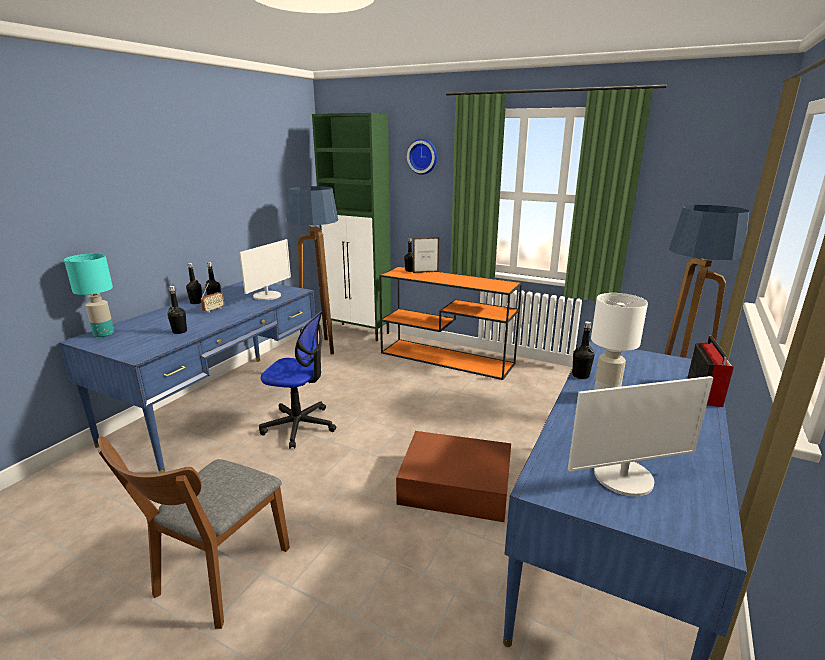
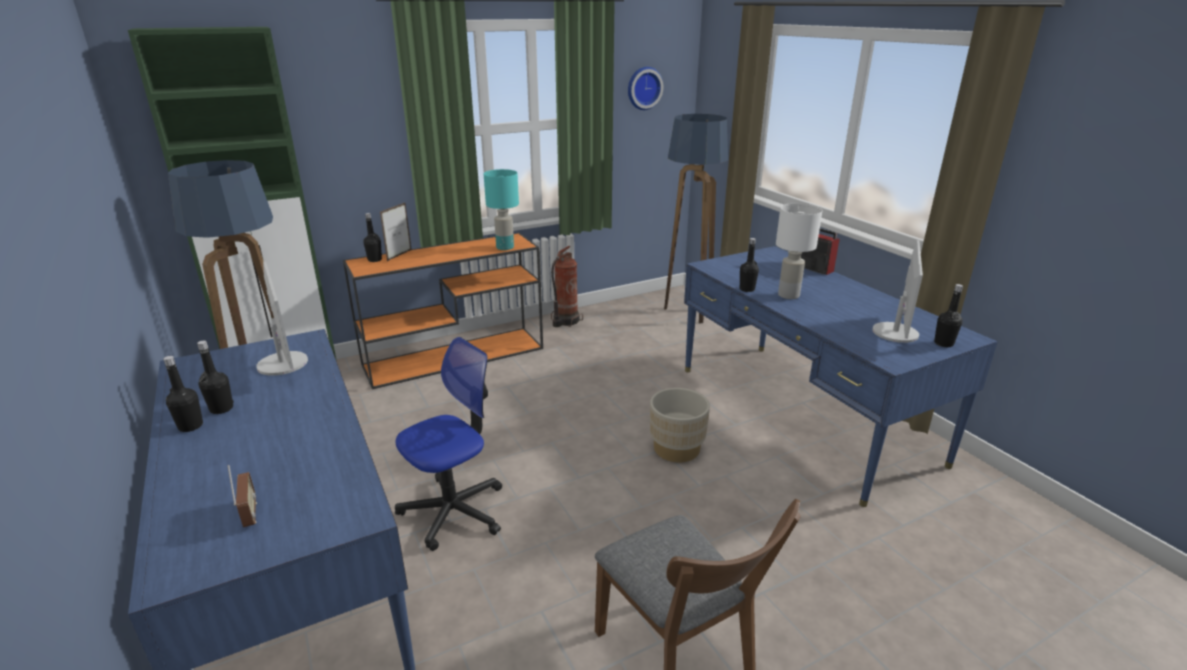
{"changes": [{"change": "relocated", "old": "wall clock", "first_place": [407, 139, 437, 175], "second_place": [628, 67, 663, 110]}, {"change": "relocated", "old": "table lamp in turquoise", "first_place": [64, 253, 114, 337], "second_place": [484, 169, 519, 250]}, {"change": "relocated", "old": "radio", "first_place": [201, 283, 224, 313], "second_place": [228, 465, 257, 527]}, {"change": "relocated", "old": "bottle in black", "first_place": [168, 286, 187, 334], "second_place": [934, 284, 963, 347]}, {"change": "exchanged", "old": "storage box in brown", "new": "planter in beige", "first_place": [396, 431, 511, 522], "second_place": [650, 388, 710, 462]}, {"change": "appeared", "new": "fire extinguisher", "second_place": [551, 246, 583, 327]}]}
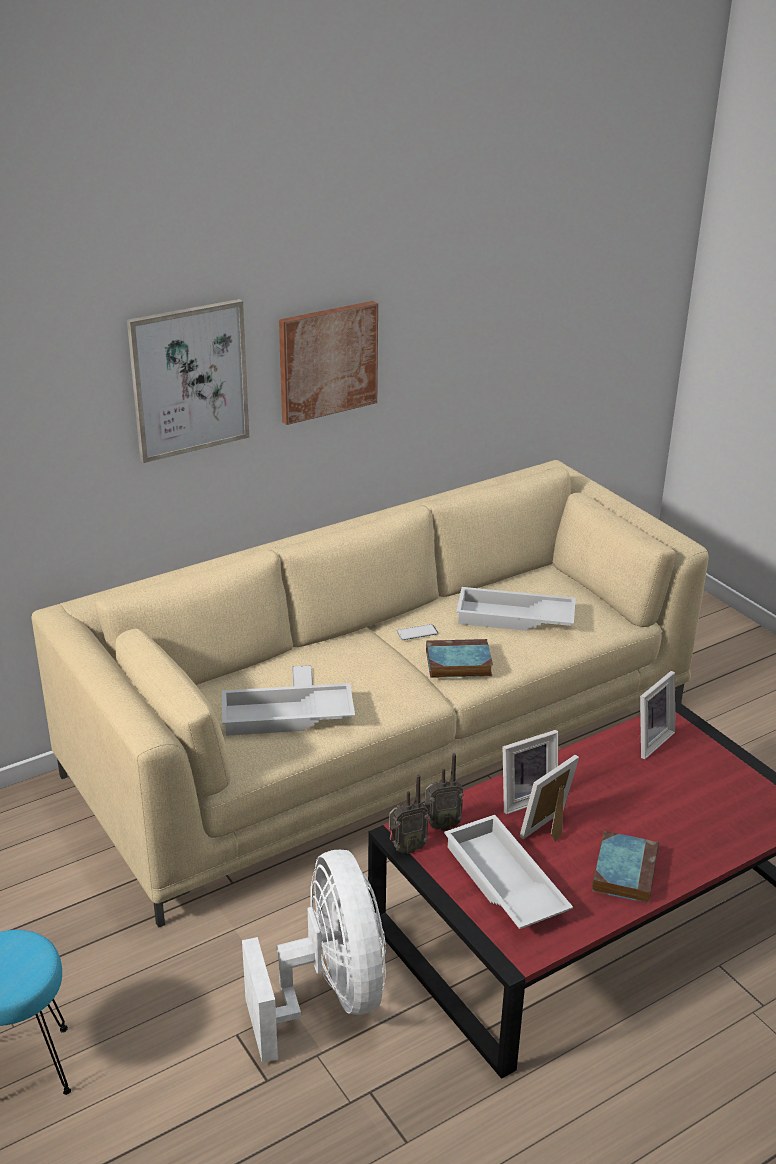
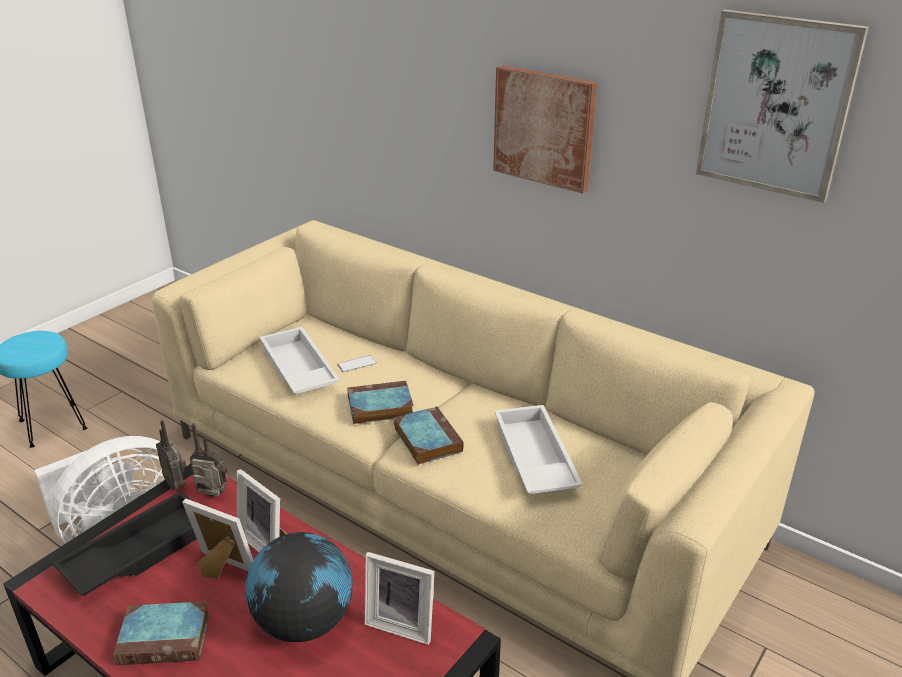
{"changes": [{"change": "relocated", "old": "picture", "first_place": [127, 299, 249, 463], "second_place": [696, 10, 869, 203]}, {"change": "missing", "old": "phone", "first_place": [397, 624, 438, 640]}, {"change": "spun", "old": "radio", "first_place": [425, 753, 464, 831], "second_place": [190, 424, 229, 496], "degrees": 135}, {"change": "colour", "old": "tray in white", "new": "tray in black", "first_place": [444, 815, 573, 929], "second_place": [52, 491, 197, 596]}, {"change": "appeared", "new": "book", "second_place": [347, 381, 414, 424]}, {"change": "appeared", "new": "globe", "second_place": [245, 532, 353, 642]}]}
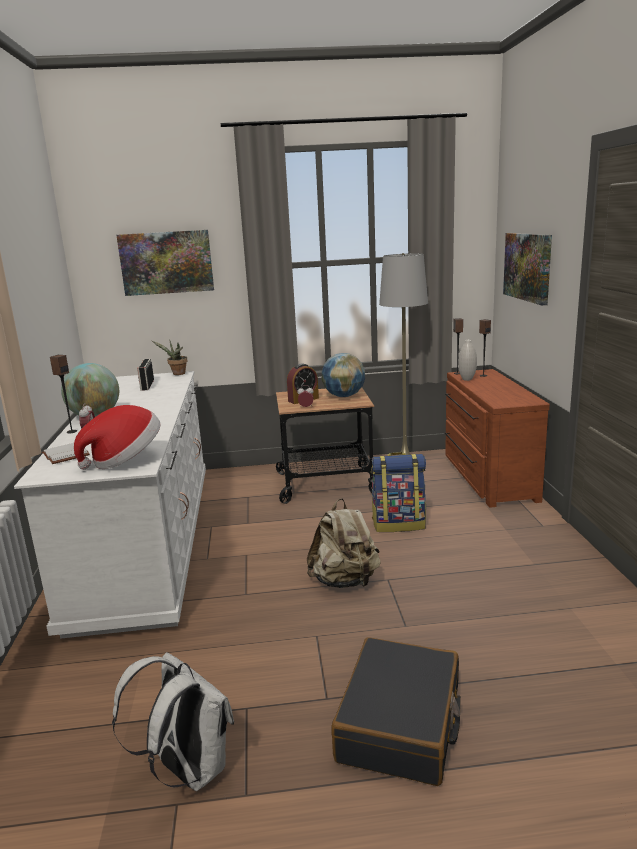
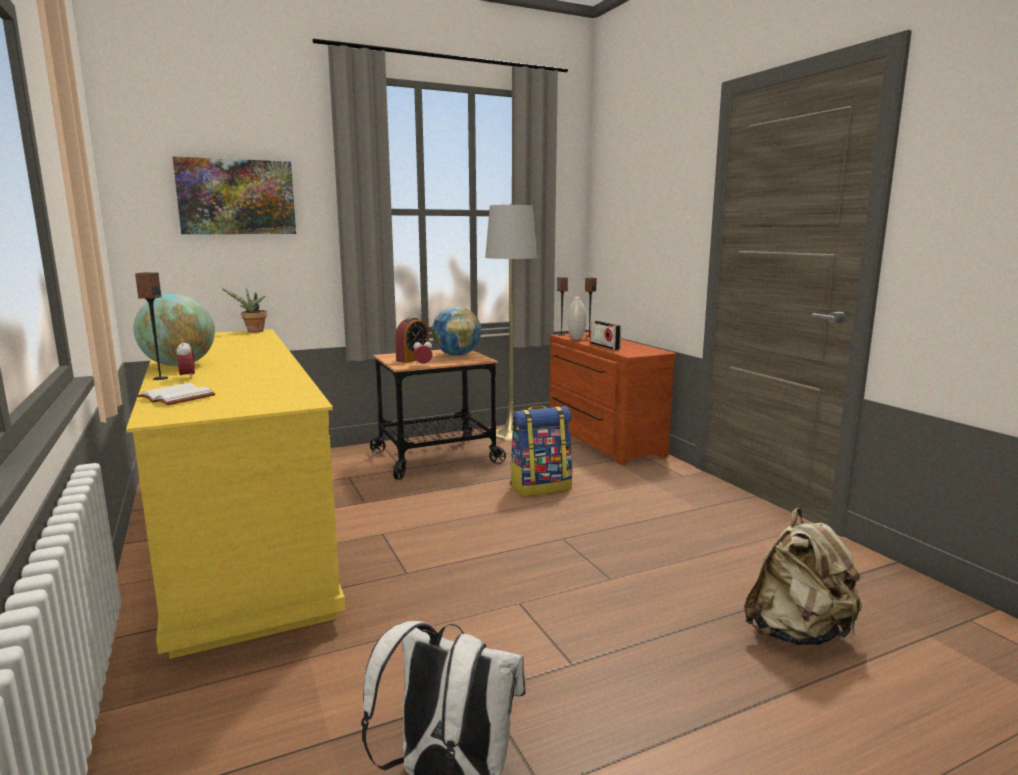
{"changes": [{"change": "missing", "old": "picture", "first_place": [503, 233, 552, 305]}, {"change": "relocated", "old": "radio", "first_place": [137, 359, 154, 391], "second_place": [590, 320, 621, 350]}, {"change": "colour", "old": "dresser in white", "new": "dresser in yellow", "first_place": [14, 371, 206, 639], "second_place": [126, 329, 346, 659]}, {"change": "missing", "old": "hat", "first_place": [74, 405, 160, 470]}, {"change": "relocated", "old": "backpack in beige", "first_place": [307, 498, 381, 588], "second_place": [744, 508, 863, 645]}, {"change": "missing", "old": "suitcase in black", "first_place": [331, 637, 461, 786]}]}
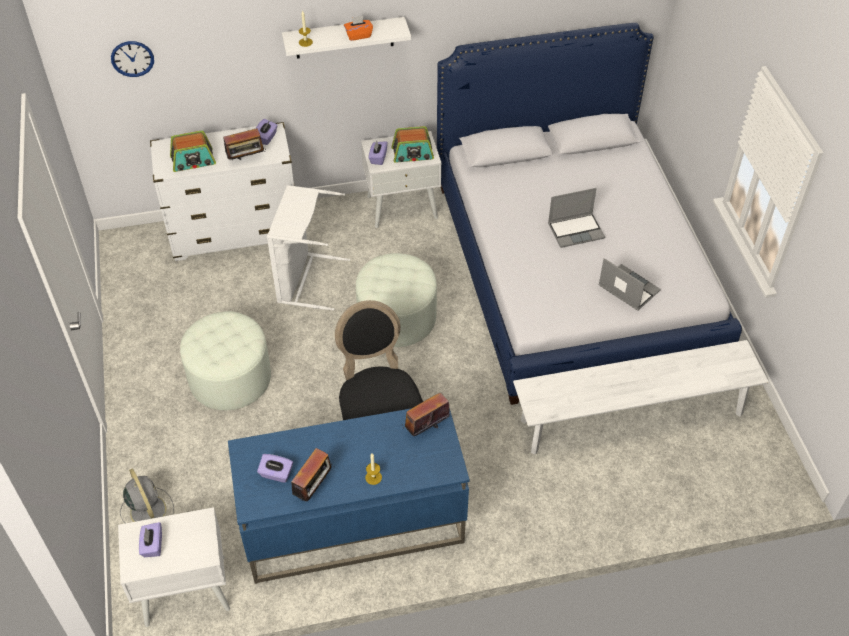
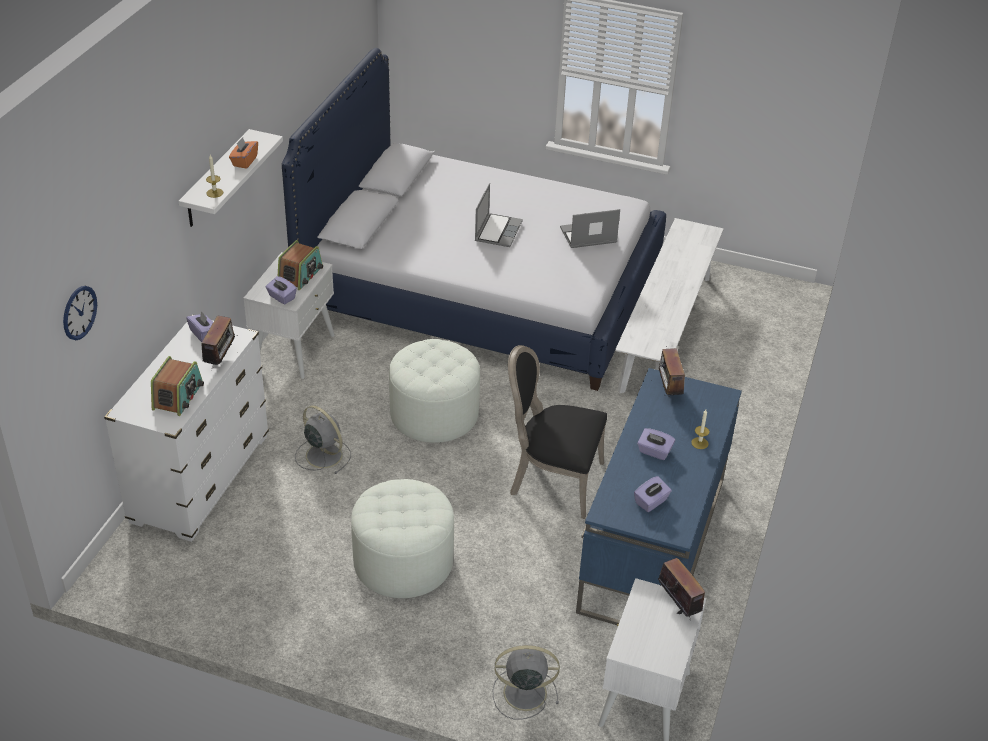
{"changes": [{"change": "exchanged", "old": "laundry basket in white", "new": "fan in grey", "first_place": [267, 185, 350, 311], "second_place": [295, 405, 351, 474]}, {"change": "relocated", "old": "radio", "first_place": [291, 448, 333, 501], "second_place": [658, 558, 705, 617]}, {"change": "relocated", "old": "tissue box in purple", "first_place": [139, 522, 162, 557], "second_place": [637, 428, 675, 460]}]}
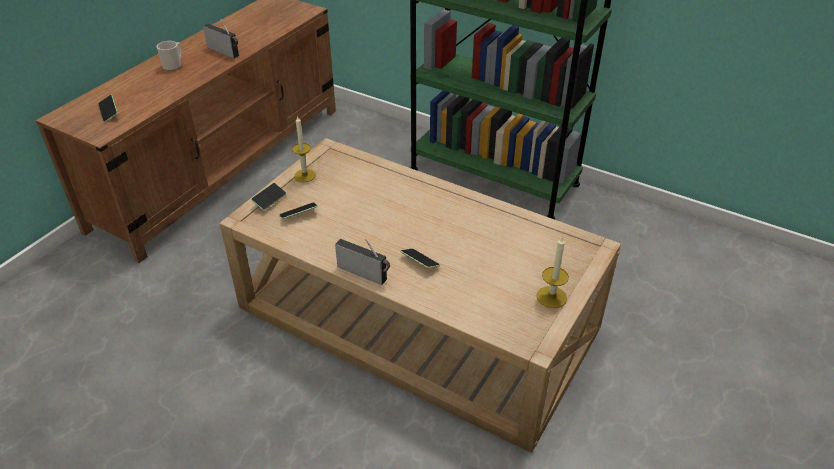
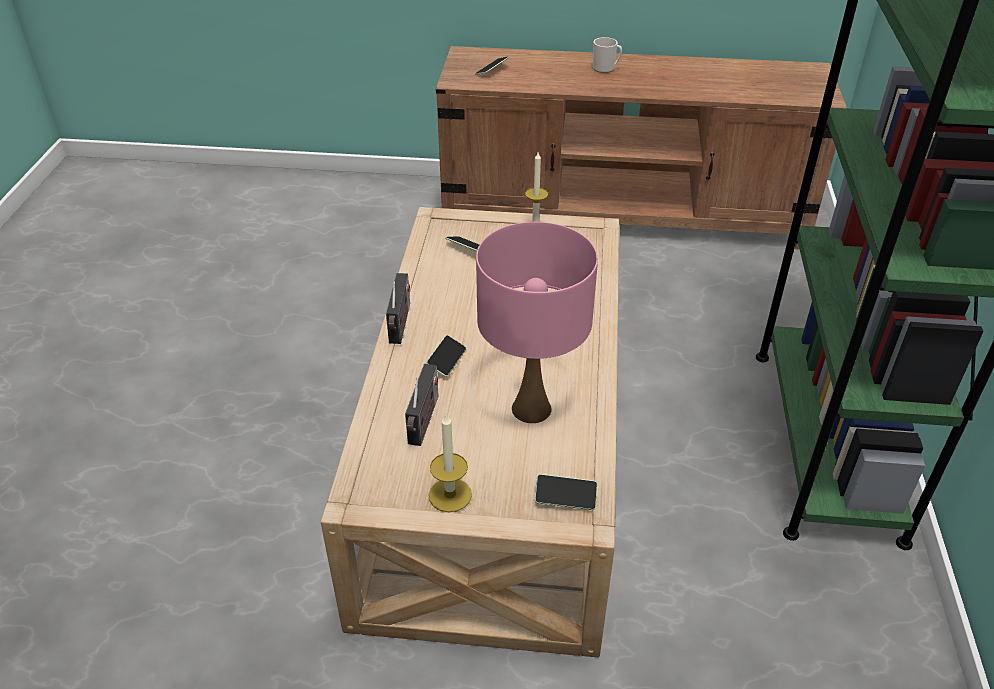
{"changes": [{"change": "relocated", "old": "radio", "first_place": [203, 19, 239, 58], "second_place": [405, 364, 439, 446]}, {"change": "relocated", "old": "phone", "first_place": [251, 183, 286, 210], "second_place": [534, 474, 598, 510]}, {"change": "appeared", "new": "table lamp in pink", "second_place": [476, 222, 598, 423]}]}
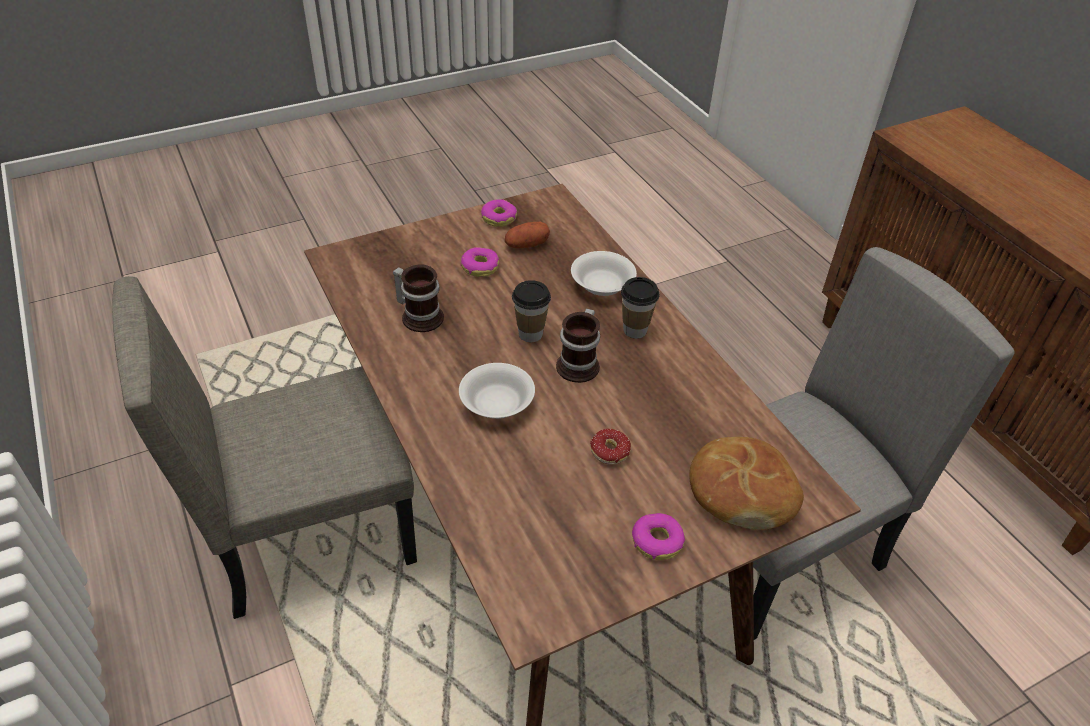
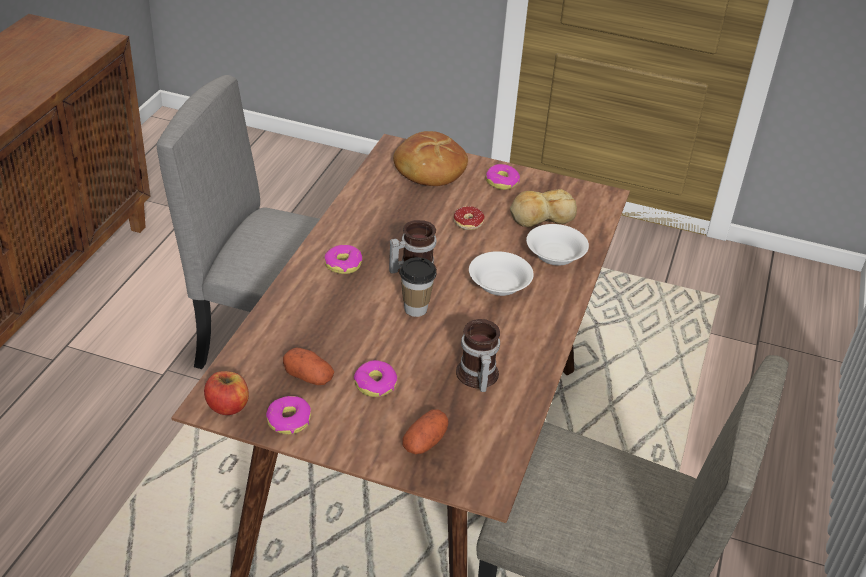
{"changes": [{"change": "relocated", "old": "bowl in white", "first_place": [571, 251, 637, 296], "second_place": [526, 224, 589, 265]}, {"change": "exchanged", "old": "cup", "new": "donut", "first_place": [621, 277, 660, 339], "second_place": [325, 245, 362, 274]}, {"change": "appeared", "new": "bread", "second_place": [510, 189, 577, 227]}, {"change": "appeared", "new": "apple", "second_place": [204, 371, 249, 415]}, {"change": "appeared", "new": "potato", "second_place": [402, 410, 449, 454]}]}
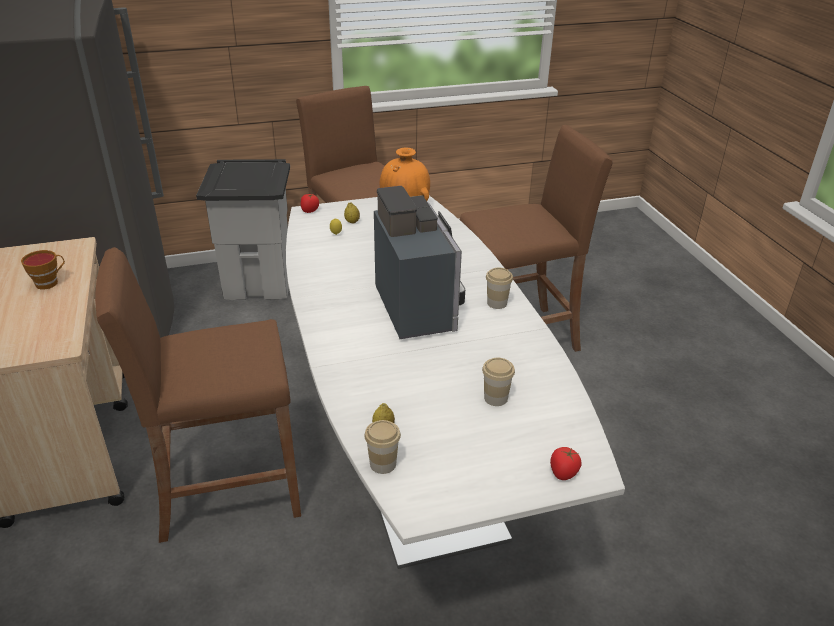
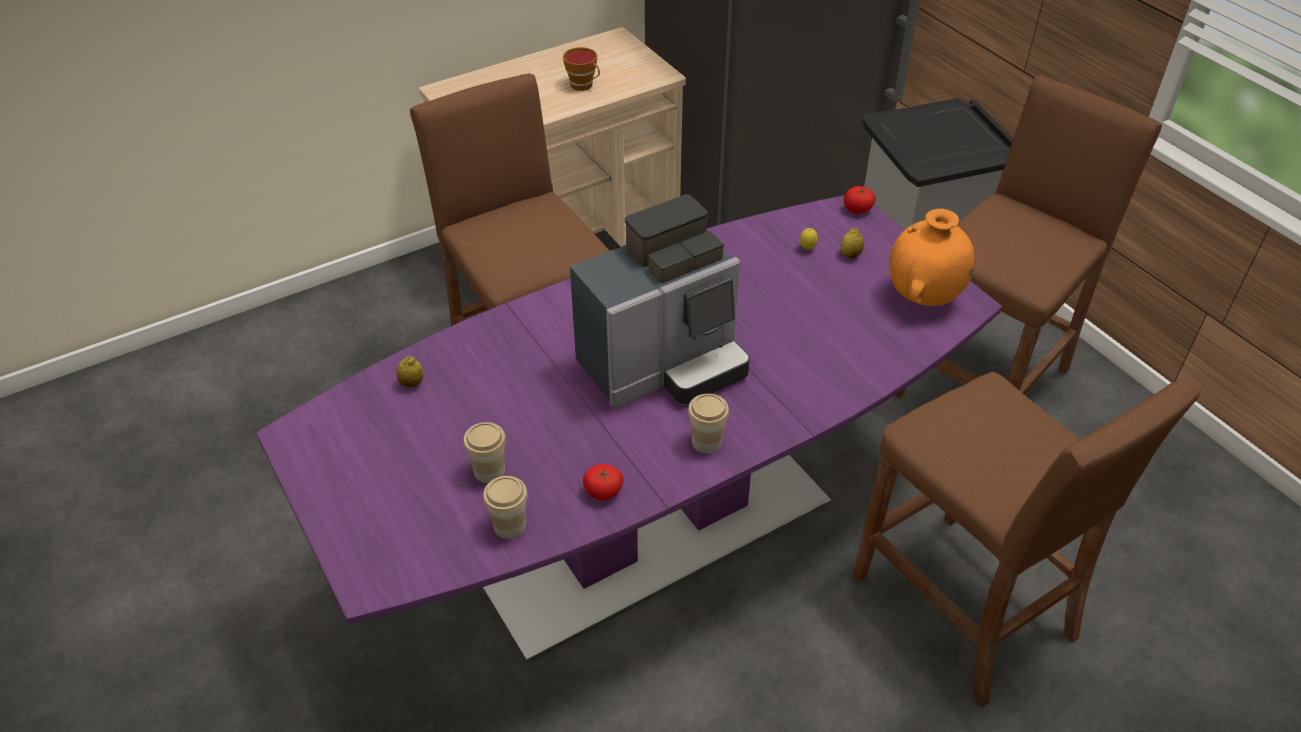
{"changes": [{"change": "colour", "old": "dining table in white", "new": "dining table in purple", "first_place": [286, 196, 625, 569], "second_place": [256, 195, 1002, 663]}, {"change": "relocated", "old": "cup", "first_place": [364, 420, 401, 474], "second_place": [483, 476, 528, 539]}, {"change": "relocated", "old": "tomato", "first_place": [550, 447, 581, 480], "second_place": [583, 464, 624, 500]}]}
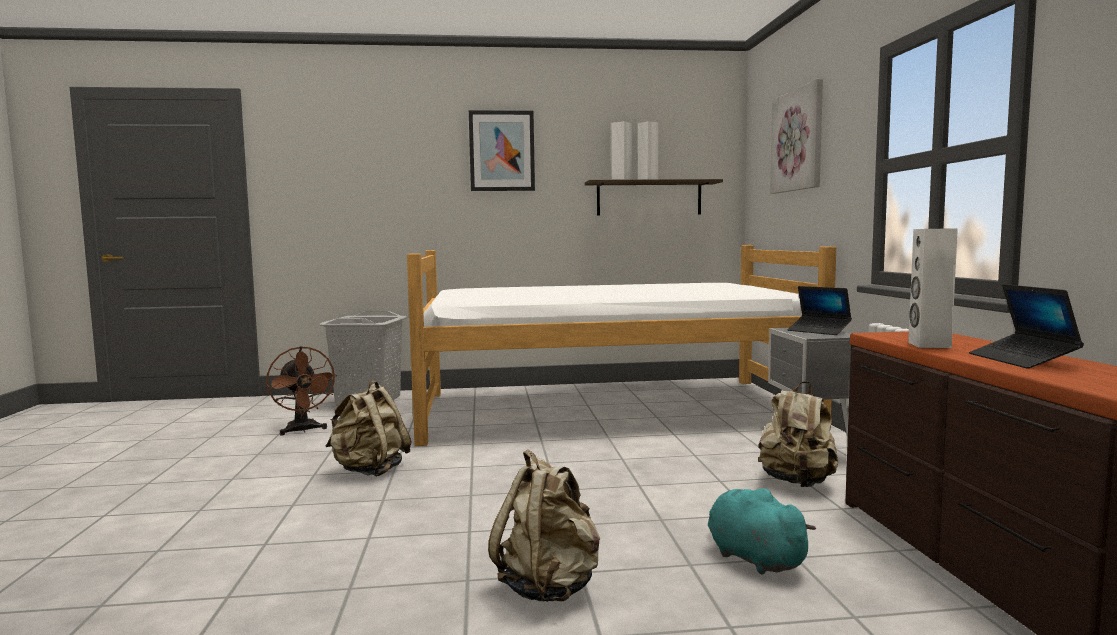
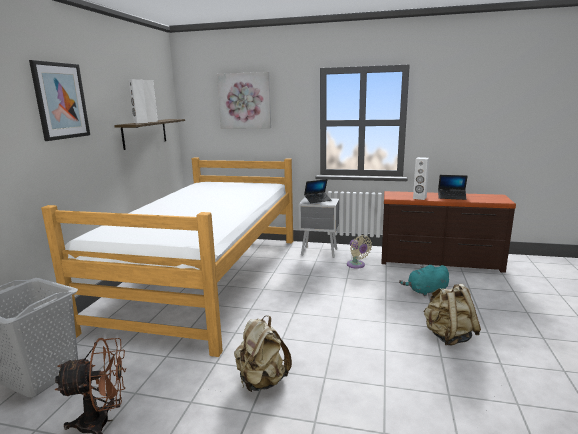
{"changes": [{"change": "exchanged", "old": "backpack in beige", "new": "fan in beige", "first_place": [758, 381, 838, 487], "second_place": [347, 235, 372, 268]}]}
